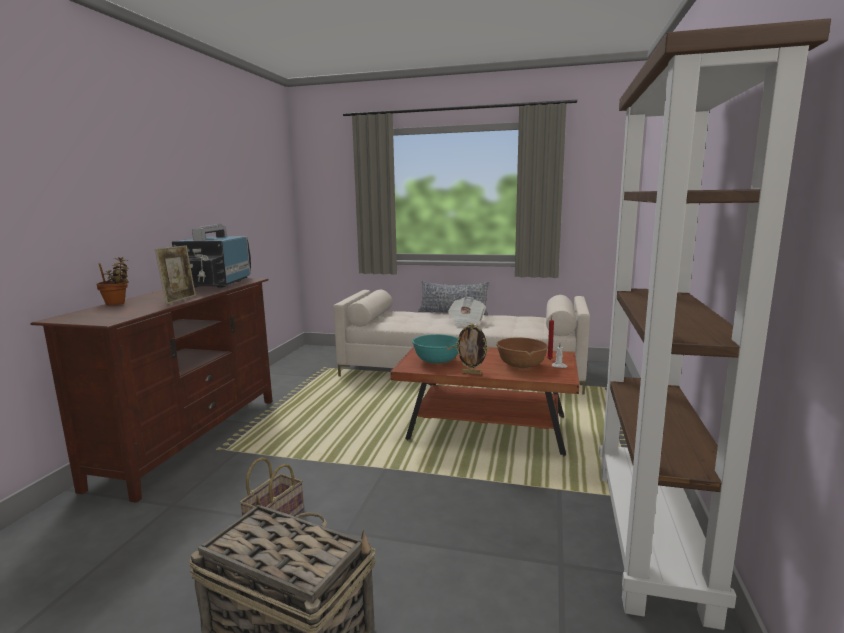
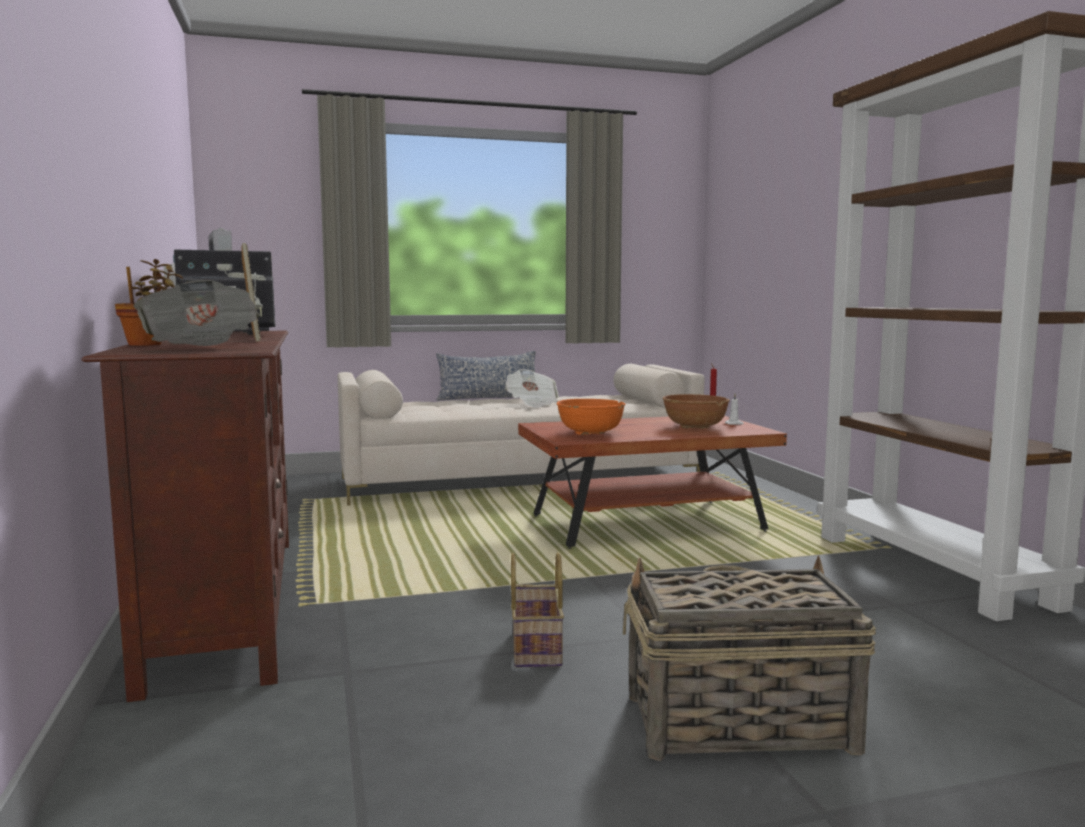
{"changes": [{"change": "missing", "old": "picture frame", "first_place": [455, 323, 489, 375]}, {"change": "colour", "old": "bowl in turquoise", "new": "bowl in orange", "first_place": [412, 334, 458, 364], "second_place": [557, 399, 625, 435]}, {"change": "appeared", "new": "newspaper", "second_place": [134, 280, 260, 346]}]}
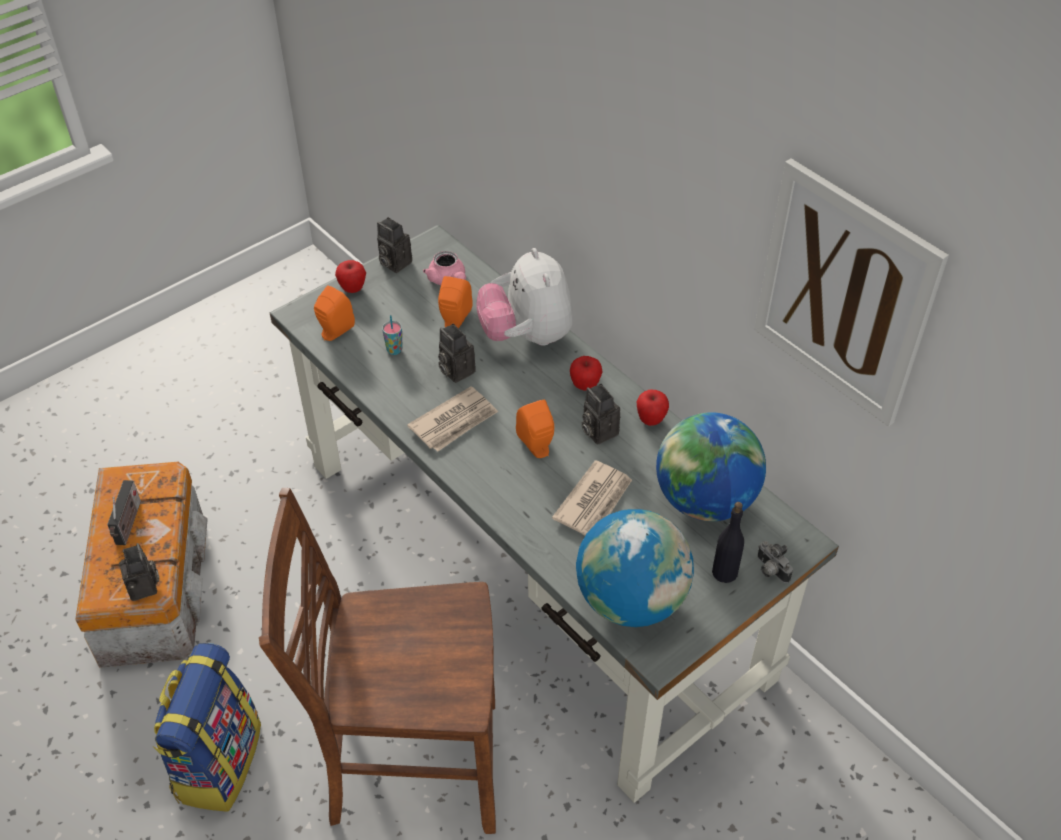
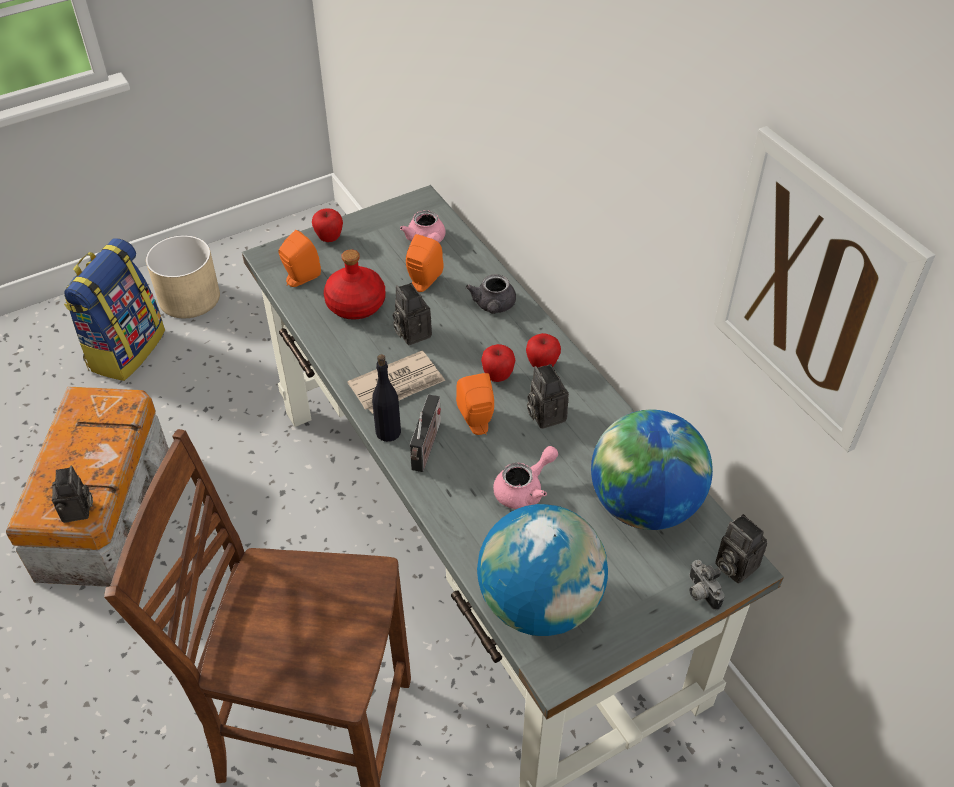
{"changes": [{"change": "relocated", "old": "photo camera", "first_place": [377, 217, 412, 273], "second_place": [715, 514, 767, 584]}, {"change": "exchanged", "old": "plush toy", "new": "teapot in grey", "first_place": [476, 248, 573, 346], "second_place": [466, 274, 516, 314]}, {"change": "exchanged", "old": "cup", "new": "bottle in red", "first_place": [382, 315, 402, 355], "second_place": [324, 250, 386, 320]}, {"change": "relocated", "old": "apple", "first_place": [637, 390, 669, 426], "second_place": [481, 344, 516, 382]}, {"change": "exchanged", "old": "newspaper", "new": "teapot in pink", "first_place": [552, 460, 632, 536], "second_place": [493, 446, 558, 509]}, {"change": "relocated", "old": "radio", "first_place": [107, 480, 141, 545], "second_place": [410, 394, 441, 472]}, {"change": "relocated", "old": "bottle in black", "first_place": [712, 502, 744, 583], "second_place": [372, 354, 401, 442]}, {"change": "relocated", "old": "backpack", "first_place": [152, 643, 261, 812], "second_place": [64, 238, 165, 381]}, {"change": "appeared", "new": "planter in beige", "second_place": [146, 235, 220, 318]}]}
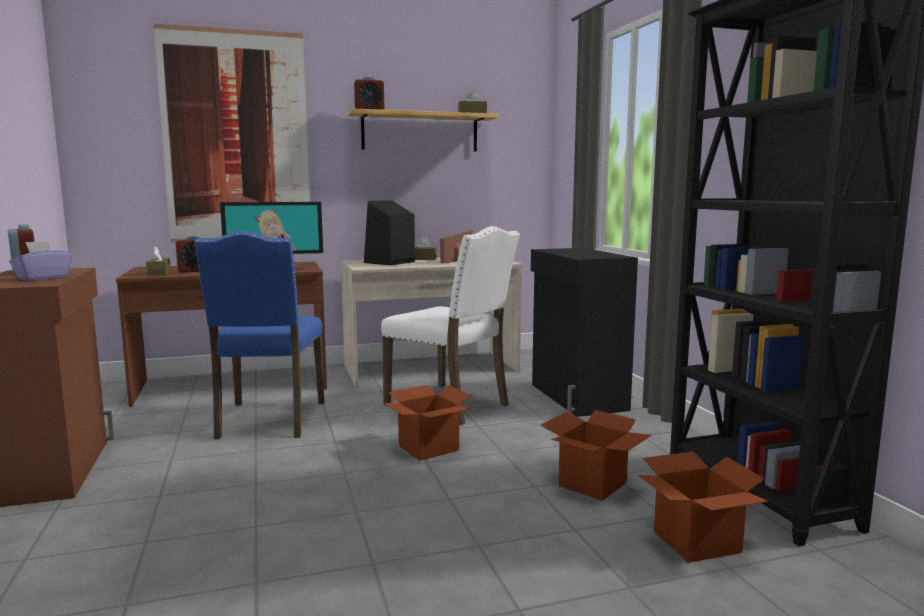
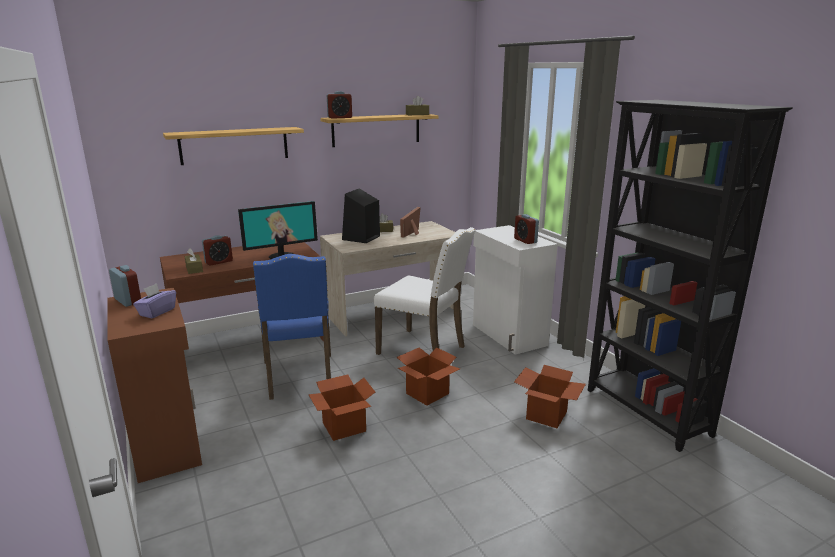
{"changes": [{"change": "exchanged", "old": "picture", "new": "shelf", "first_place": [153, 24, 310, 243], "second_place": [163, 127, 304, 165]}, {"change": "colour", "old": "cabinet in black", "new": "cabinet in white", "first_place": [531, 248, 638, 417], "second_place": [473, 225, 558, 354]}, {"change": "relocated", "old": "cardboard box", "first_place": [638, 452, 769, 563], "second_place": [308, 374, 375, 441]}, {"change": "appeared", "new": "alarm clock", "second_place": [514, 214, 539, 244]}]}
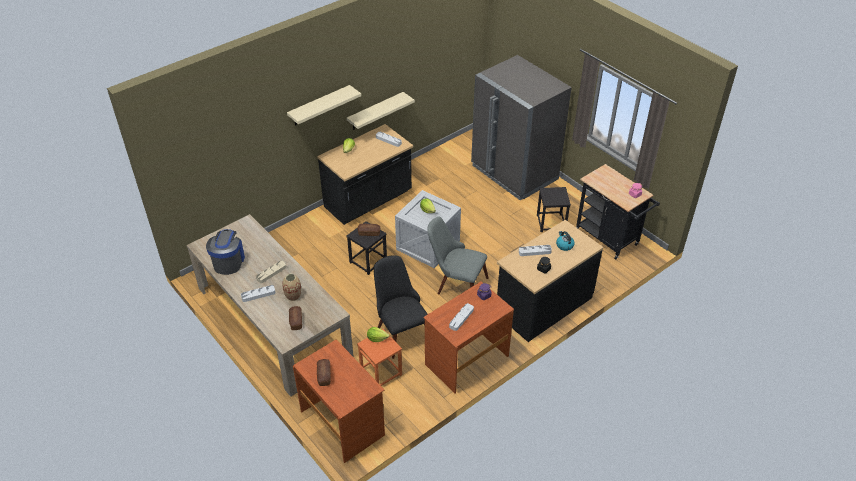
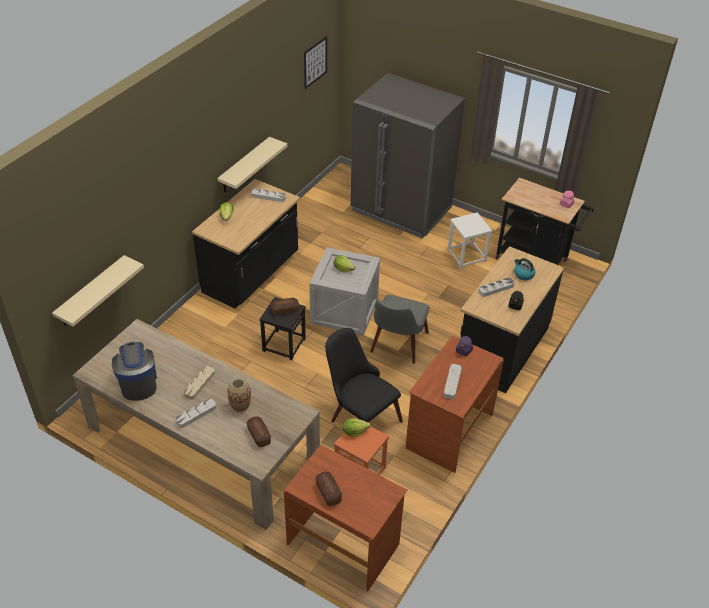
{"changes": [{"change": "relocated", "old": "shelf in beige", "first_place": [287, 85, 361, 126], "second_place": [52, 255, 144, 327]}, {"change": "colour", "old": "stool in black", "new": "stool in white", "first_place": [537, 187, 571, 232], "second_place": [447, 212, 492, 269]}, {"change": "spun", "old": "chair in grey", "first_place": [427, 217, 489, 294], "second_place": [370, 295, 430, 364], "degrees": -75}, {"change": "appeared", "new": "picture", "second_place": [304, 36, 327, 89]}]}
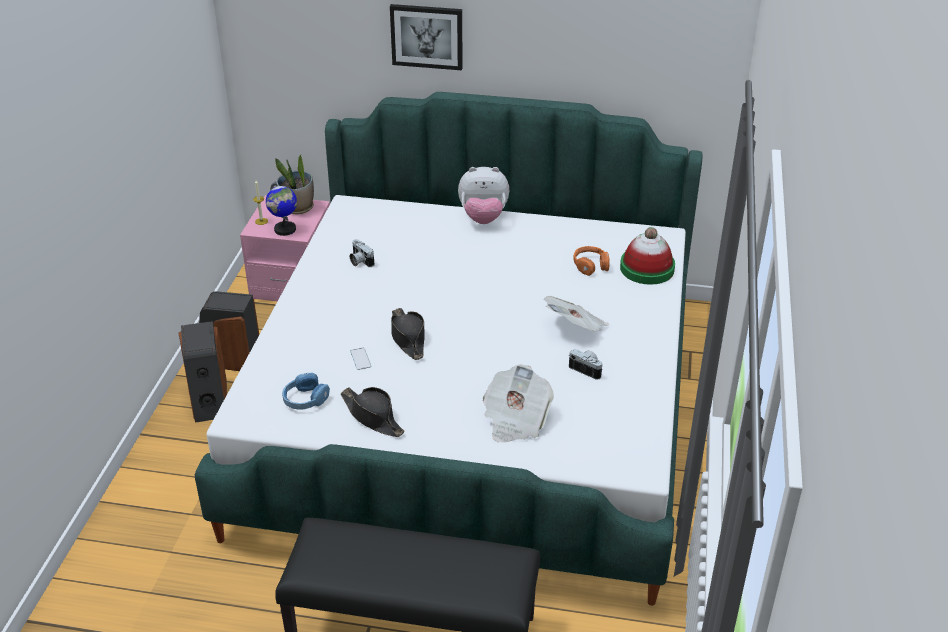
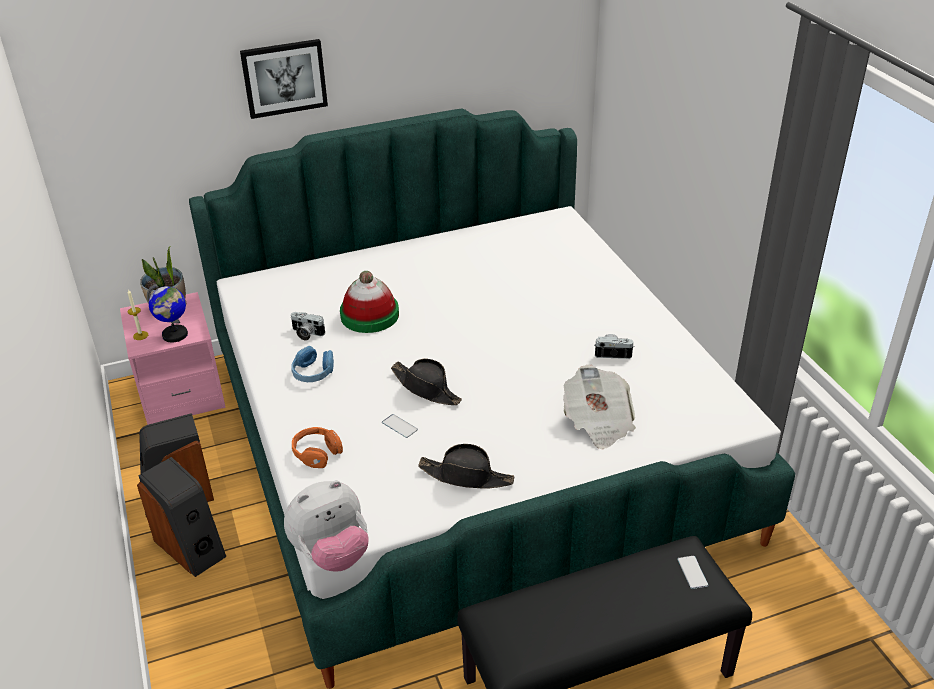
{"changes": [{"change": "relocated", "old": "plush toy", "first_place": [458, 167, 509, 224], "second_place": [284, 480, 369, 572]}, {"change": "relocated", "old": "hat", "first_place": [620, 227, 675, 285], "second_place": [340, 271, 399, 333]}, {"change": "relocated", "old": "headphones in orange", "first_place": [574, 246, 610, 276], "second_place": [292, 427, 343, 468]}, {"change": "missing", "old": "newspaper", "first_place": [544, 296, 609, 332]}, {"change": "relocated", "old": "headphones in blue", "first_place": [282, 373, 330, 410], "second_place": [291, 346, 334, 382]}, {"change": "appeared", "new": "phone", "second_place": [678, 556, 709, 589]}]}
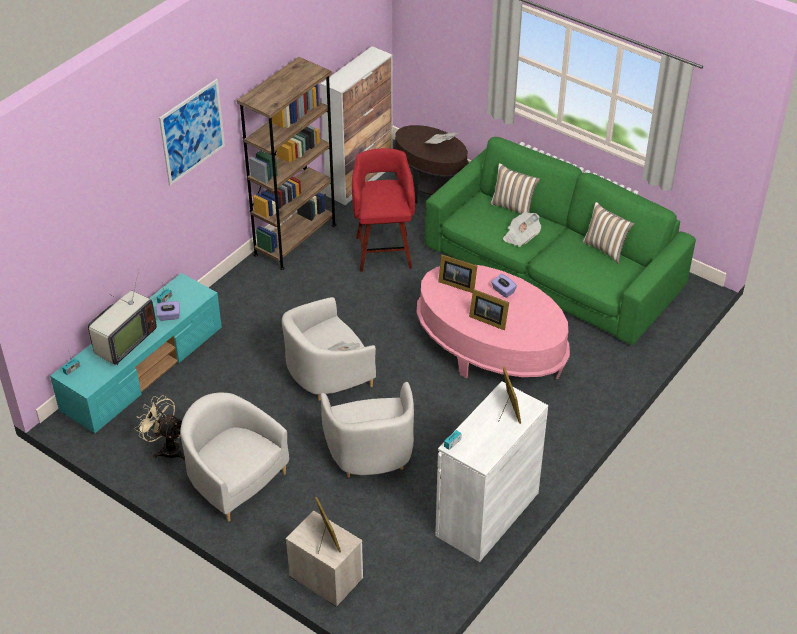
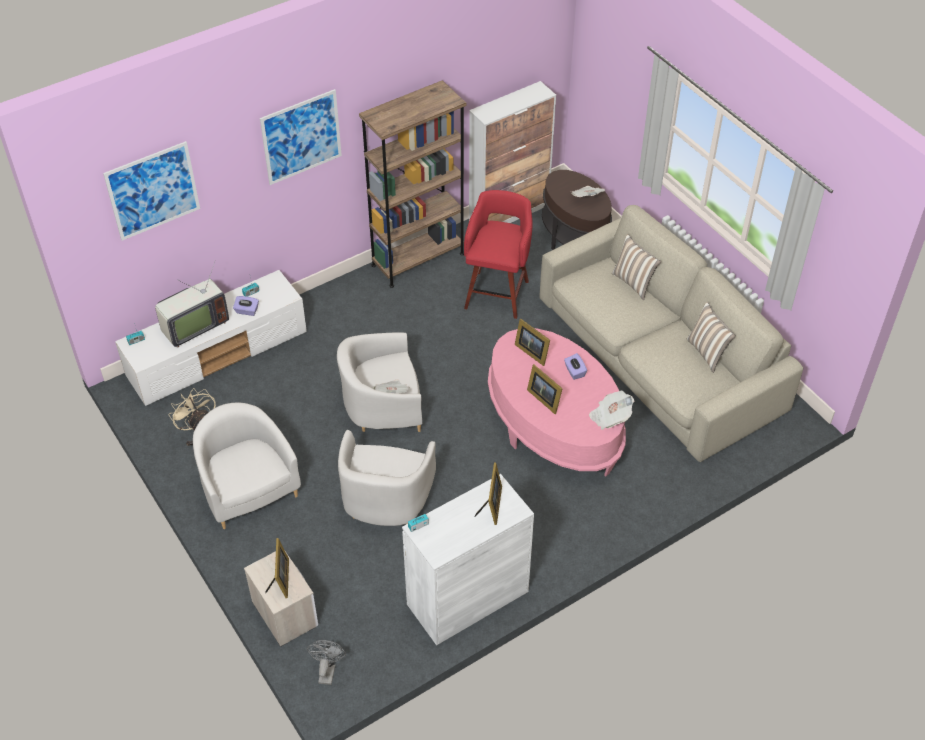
{"changes": [{"change": "colour", "old": "sofa in green", "new": "sofa in beige", "first_place": [425, 137, 696, 345], "second_place": [539, 205, 803, 462]}, {"change": "relocated", "old": "newspaper", "first_place": [503, 212, 541, 247], "second_place": [589, 391, 634, 430]}, {"change": "colour", "old": "tv stand in turquoise", "new": "tv stand in white", "first_place": [50, 273, 222, 433], "second_place": [115, 270, 307, 406]}, {"change": "appeared", "new": "picture", "second_place": [103, 141, 200, 241]}, {"change": "appeared", "new": "fan in grey", "second_place": [307, 640, 346, 685]}]}
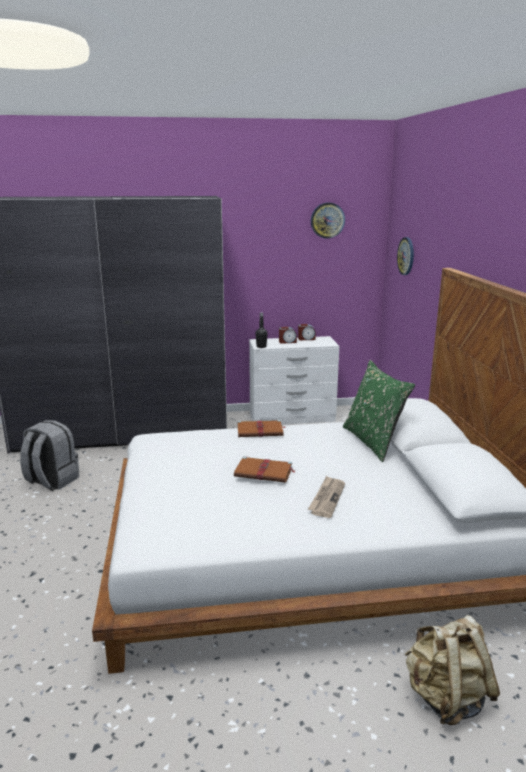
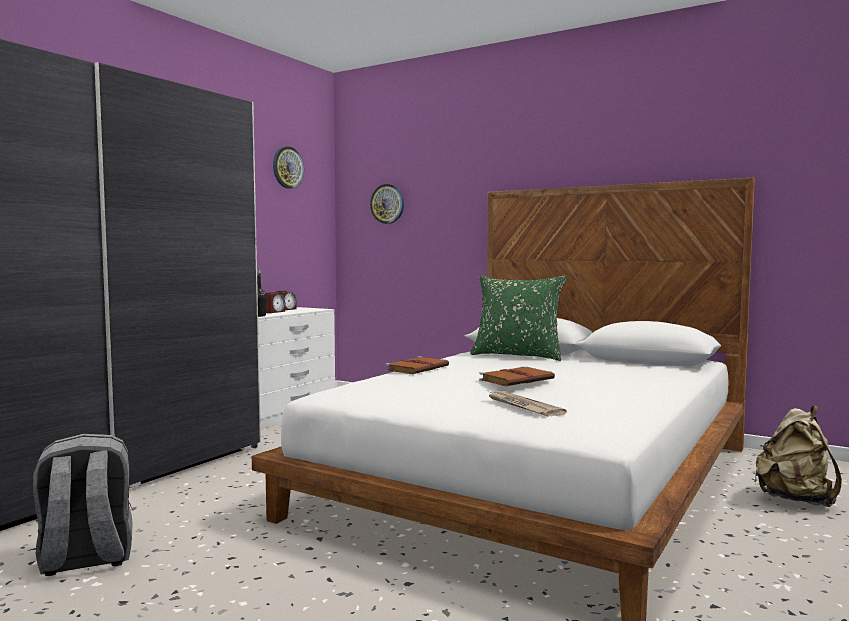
{"changes": [{"change": "relocated", "old": "newspaper", "first_place": [308, 475, 345, 518], "second_place": [487, 391, 567, 417]}]}
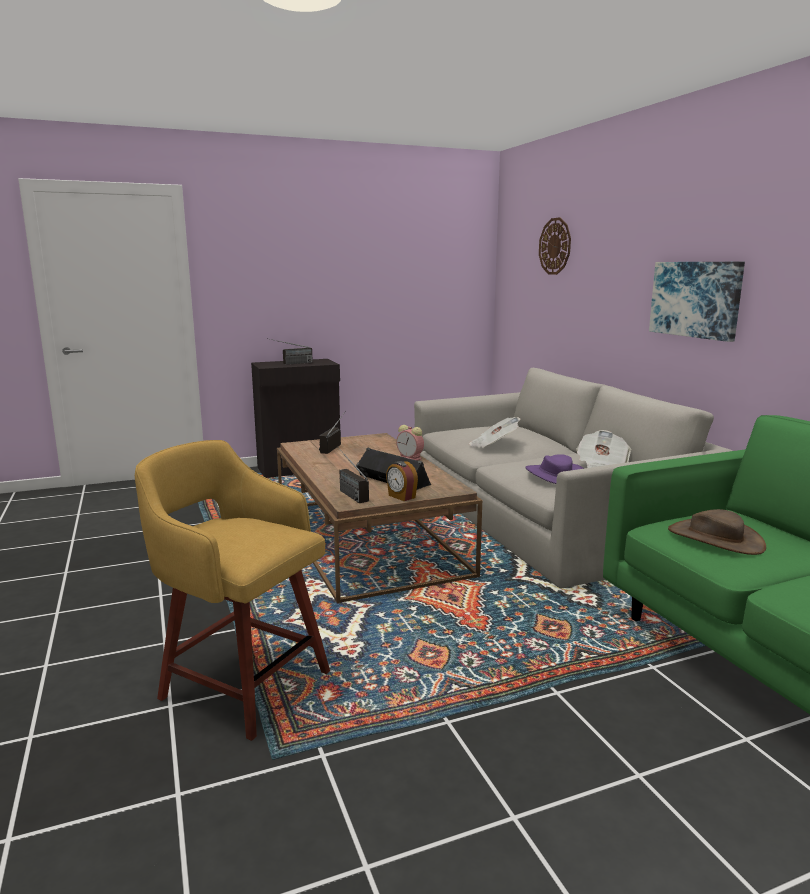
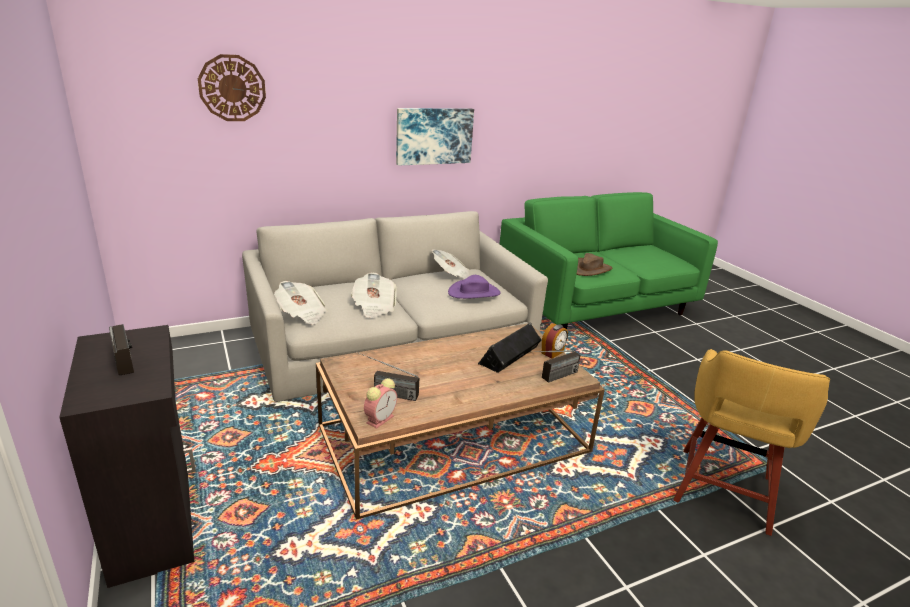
{"changes": [{"change": "relocated", "old": "alarm clock", "first_place": [396, 425, 424, 461], "second_place": [364, 378, 397, 429]}, {"change": "appeared", "new": "newspaper", "second_place": [274, 281, 328, 325]}]}
